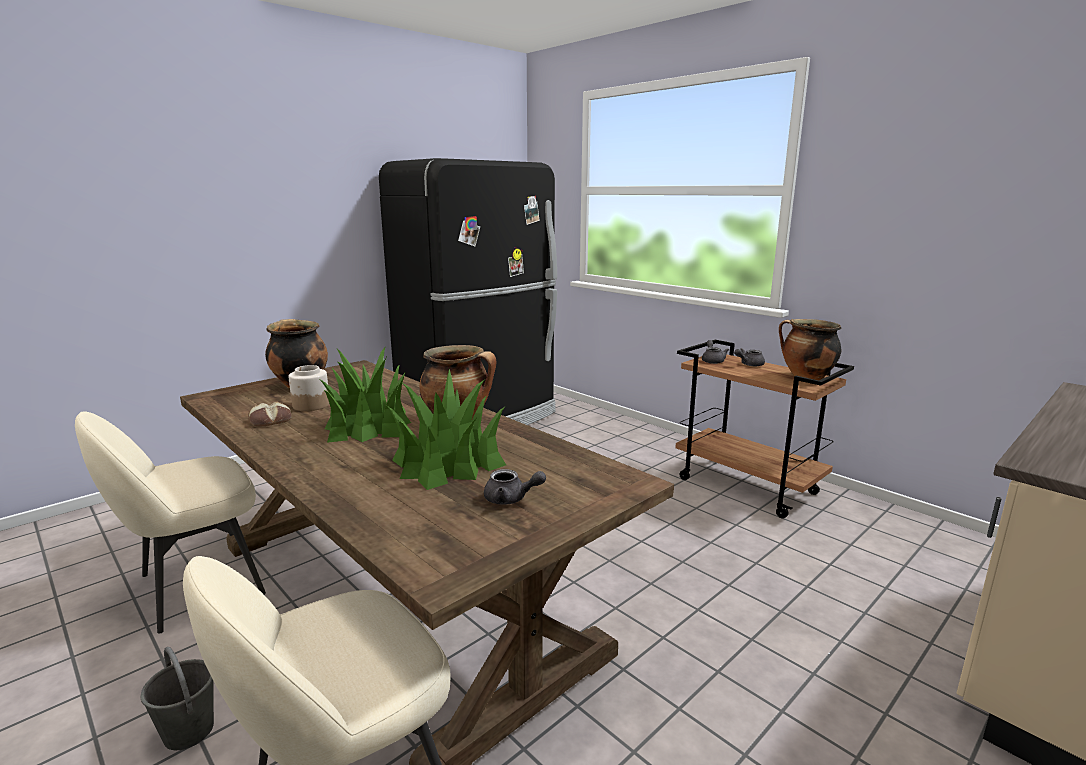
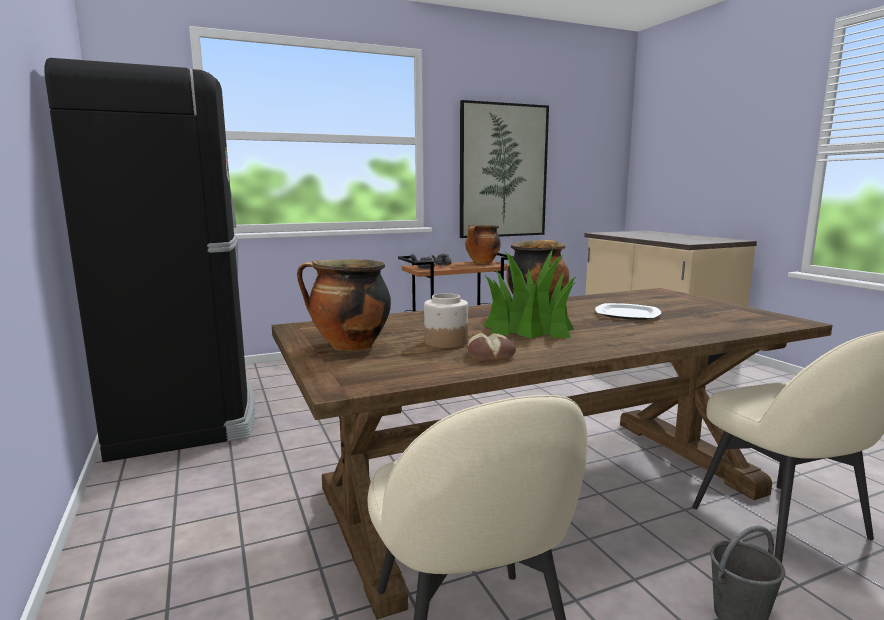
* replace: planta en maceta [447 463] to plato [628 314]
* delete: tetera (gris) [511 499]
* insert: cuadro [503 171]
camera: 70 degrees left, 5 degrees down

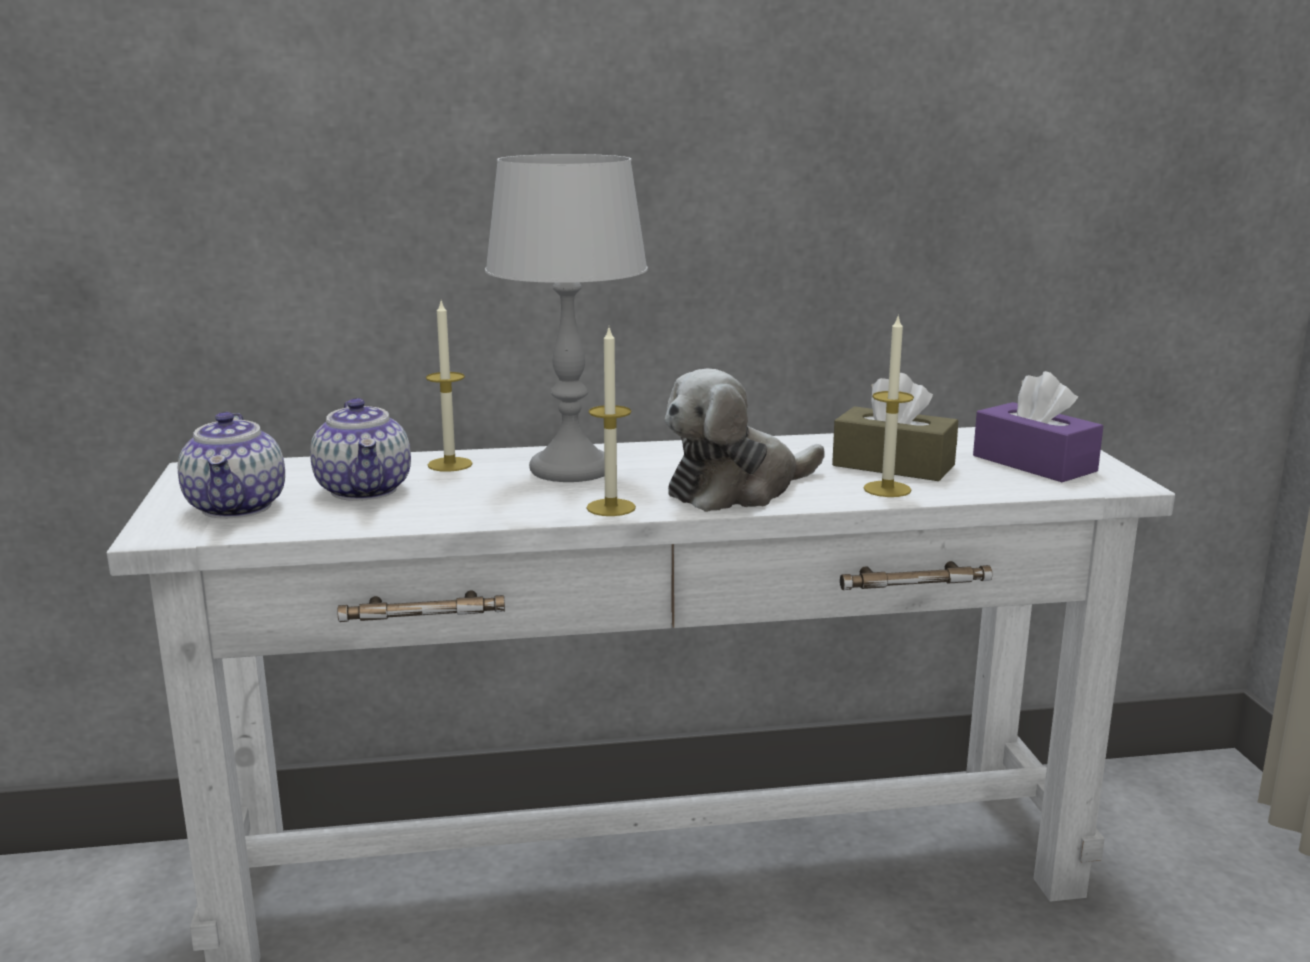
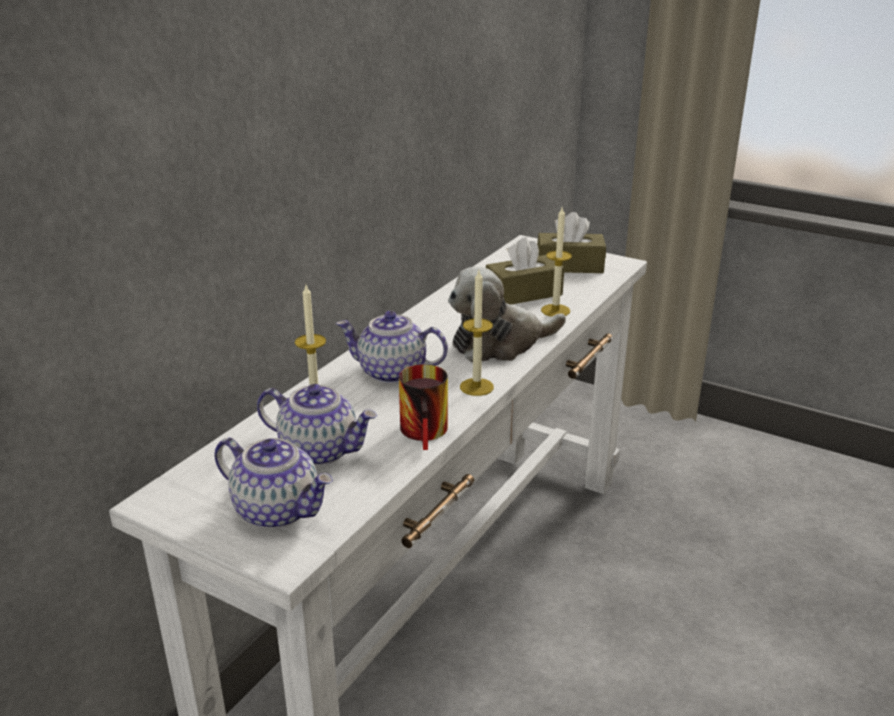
* replace: lámpara de mesa (gris) [570 470] to tetera [391 372]
* rotate: peluche [737 489] = [500 343] 60 degrees clockwise
* recolor: caja de pañuelos (morado) [1034 463] to caja de pañuelos (marrón) [569 266]
* insert: taza grande [428 432]
camera: 50 degrees left, 10 degrees up

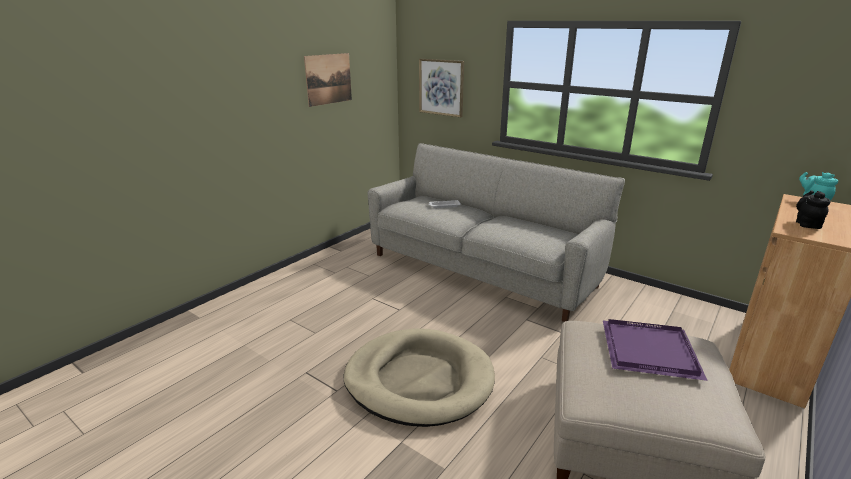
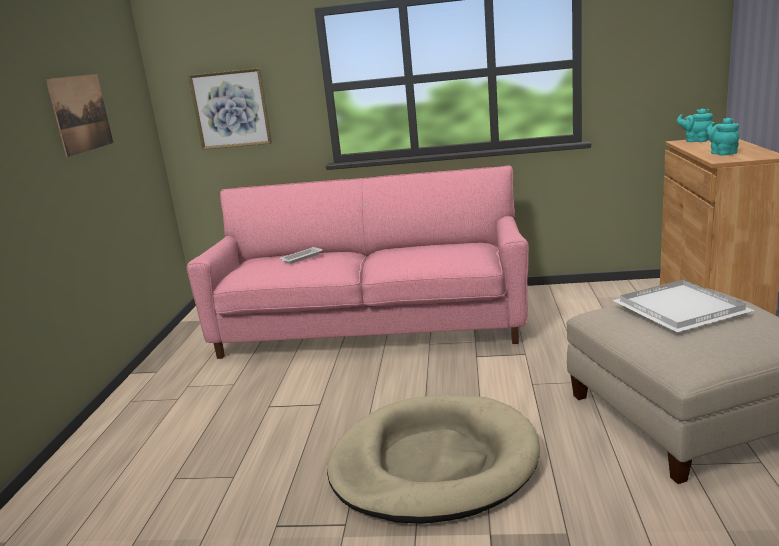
* recolor: sofá (gris) [481 269] to sofá (rosa) [370 328]
* recolor: tetera (negro) [807 224] to tetera (turquesa) [721 153]
* recolor: bandeja (morado) [647 350] to bandeja (blanco) [677 309]
camera: 30 degrees left, 5 degrees down

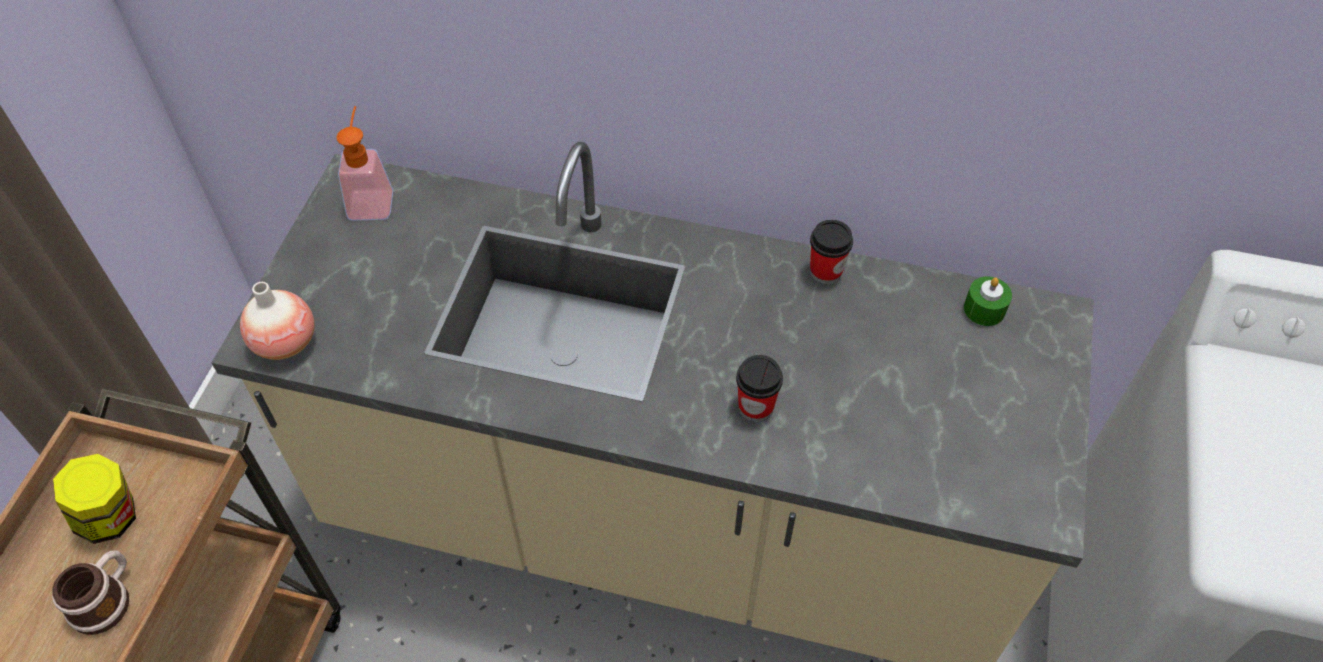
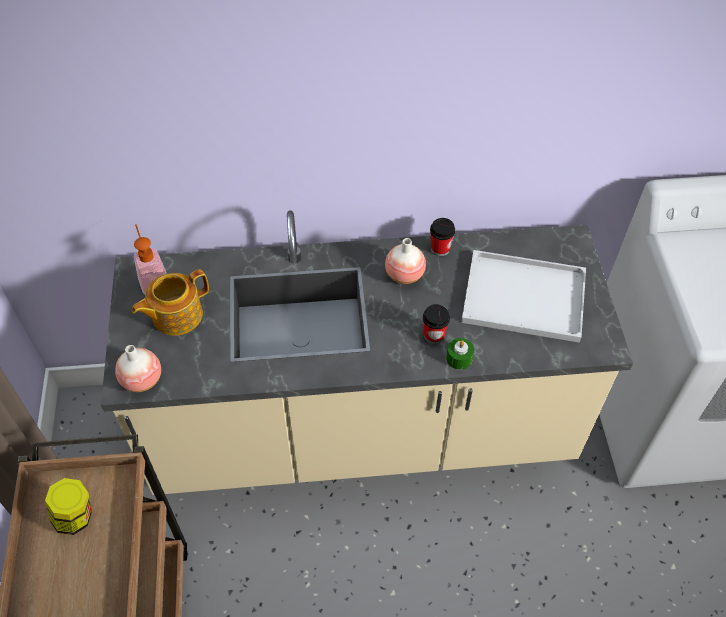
* move: vela (verde) [984 309] to [459 358]
* delete: taza grande [106 599]
* insert: florero [404 275]
* insert: bandeja (blanco) [521 298]
* insert: tetera [176 315]
camera: 20 degrees left, 0 degrees up

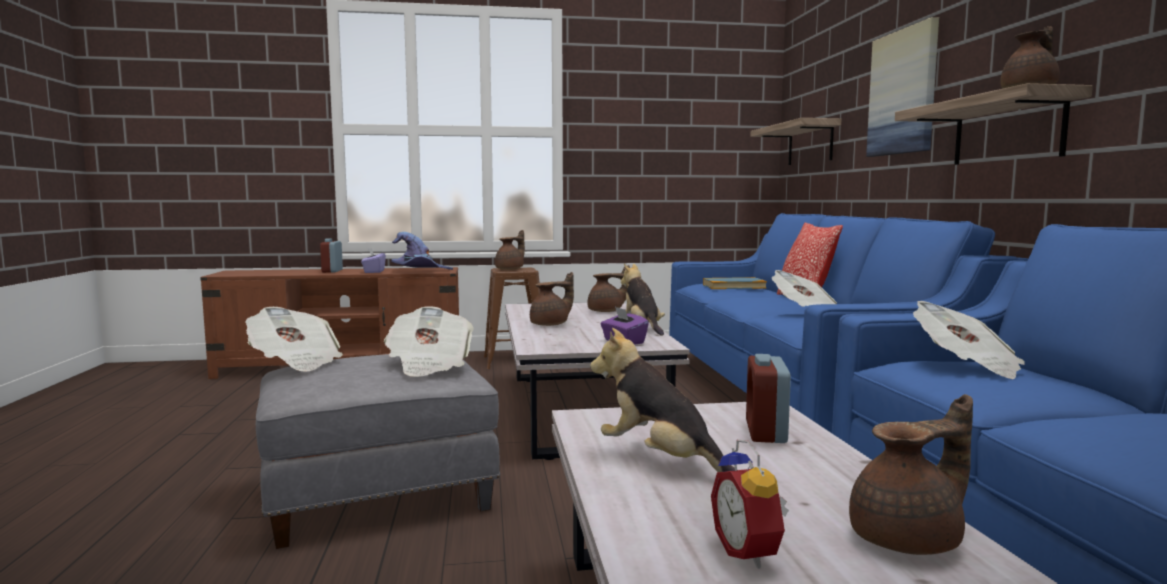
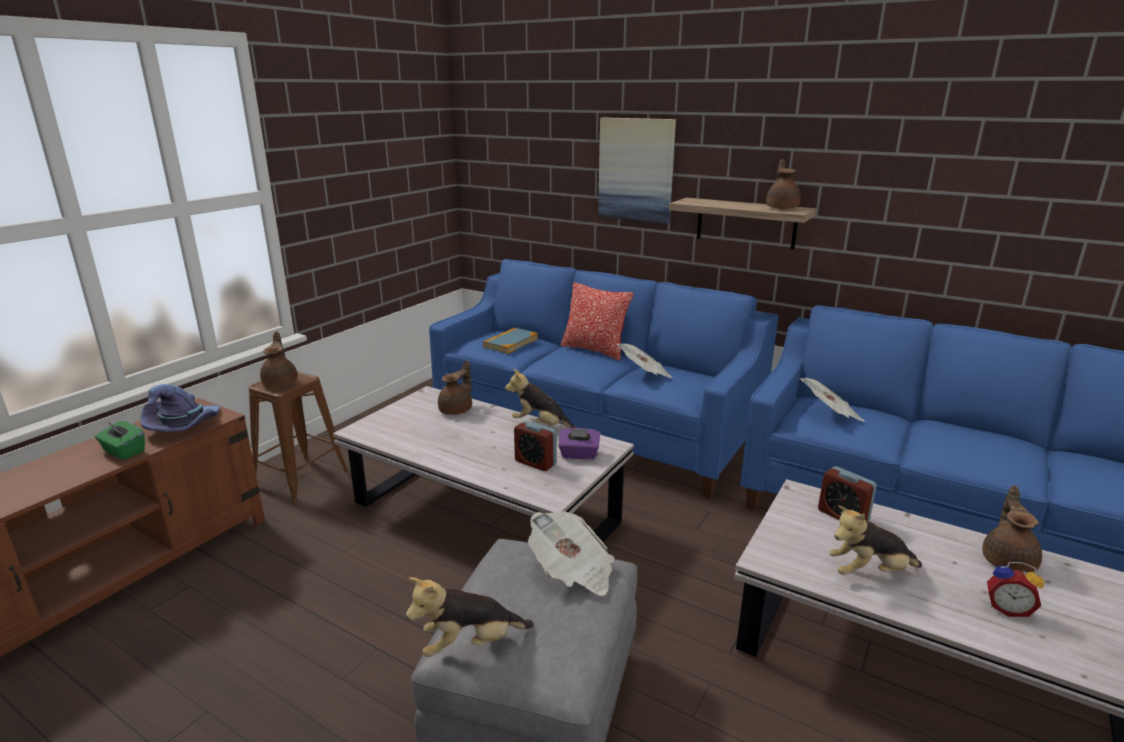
* delete: estante [810 144]
* move: despertador [332 271] to [535 462]
* recolor: caja de pañuelos (morado) [374 272] to caja de pañuelos (verde) [123 452]
* delete: tetera (marrón) [551 324]
* replace: periódico [296 362] to peluche [470 644]
camera: 50 degrees left, 15 degrees up

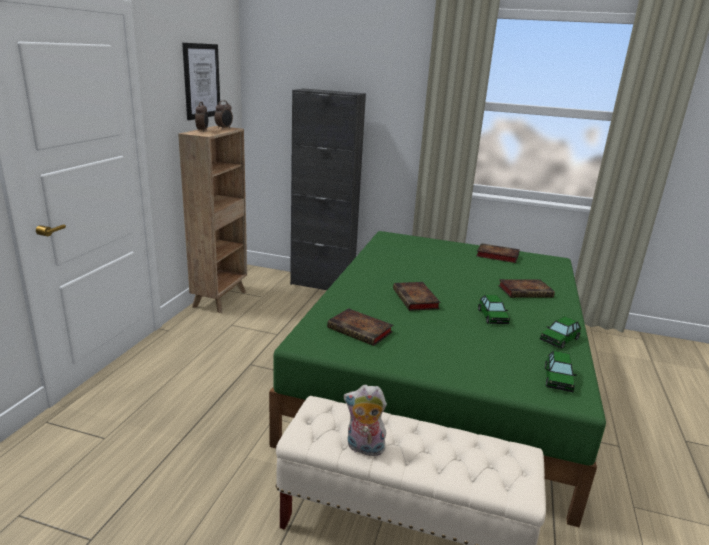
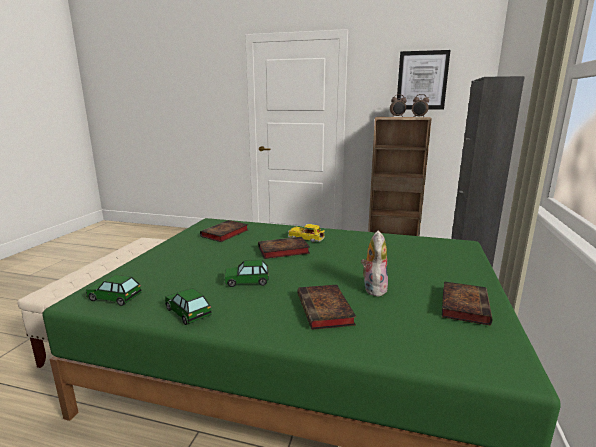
* move: peluche [364 448] to [373 288]
* insert: coche de juguete [306 238]
camera: 90 degrees right, 5 degrees down

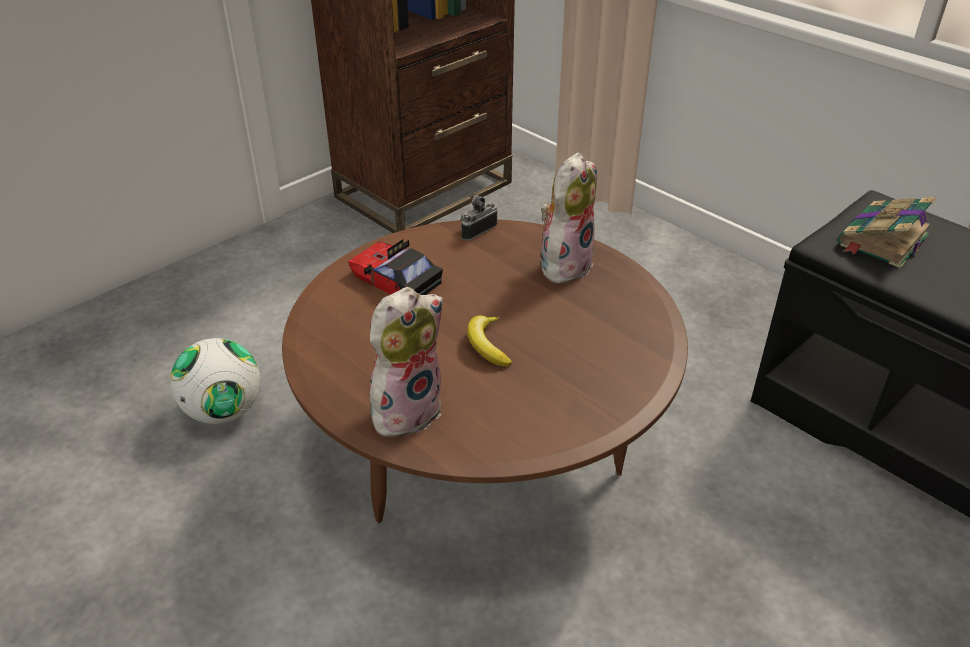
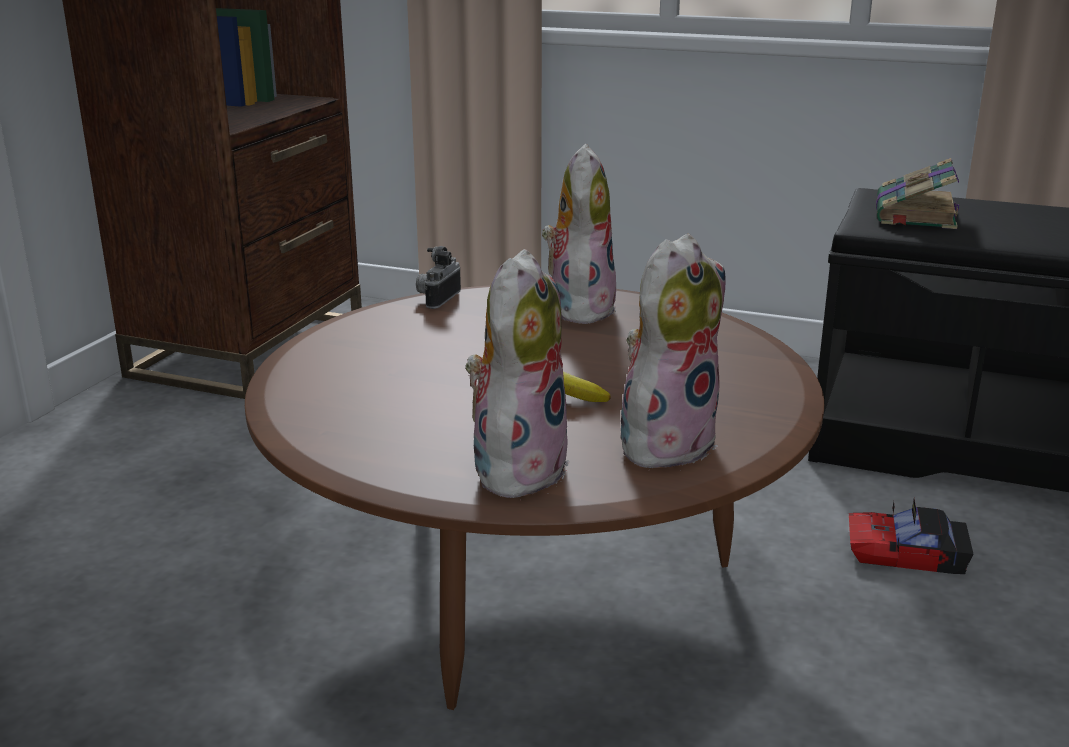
* move: coche de juguete [396 279] to [906 552]
* delete: balón de fútbol [224 411]
* insert: peluche [665 442]
camera: 25 degrees left, 15 degrees down

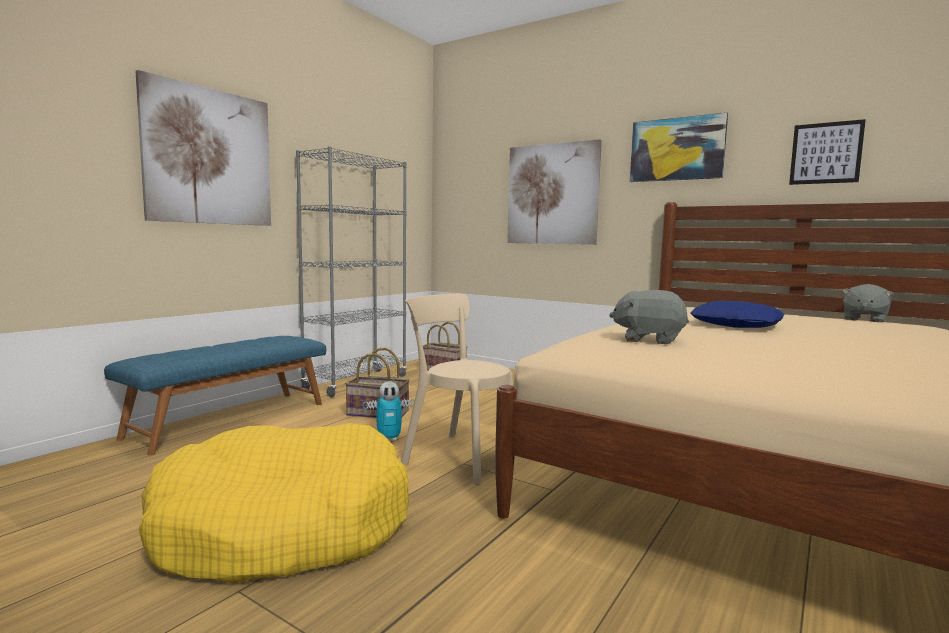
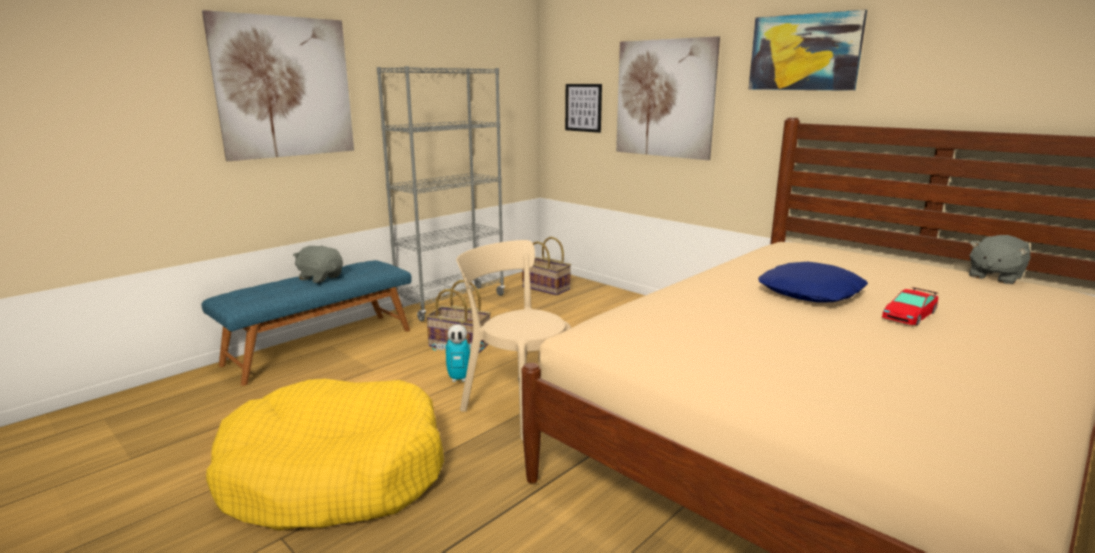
* move: cuadro [826 153] to [583 107]
* move: peluche (gris) [648 340] to [320 278]
* insert: coche de juguete [908 315]
camera: 10 degrees right, 10 degrees up

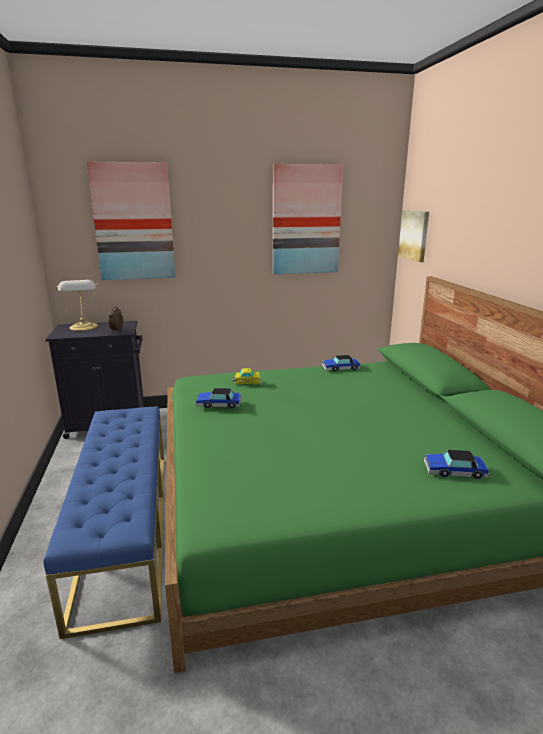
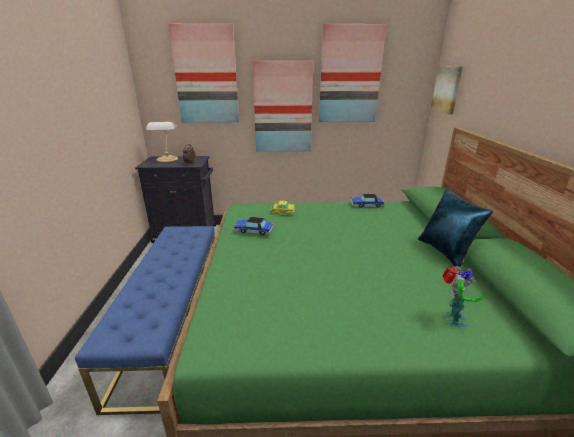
* replace: coche de juguete [454 471] to robot de juguete [452 320]
* insert: cuadro [283 108]
* insert: cojín (azul) [445 252]
camera: 10 degrees right, 5 degrees up

